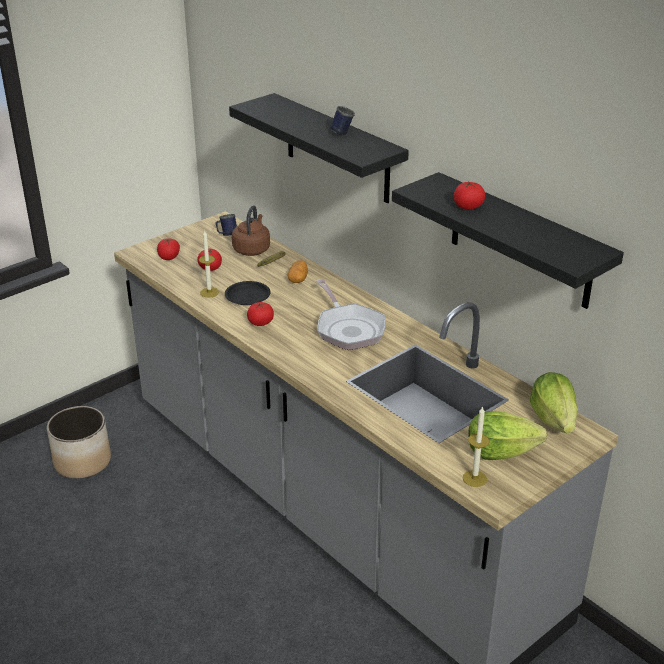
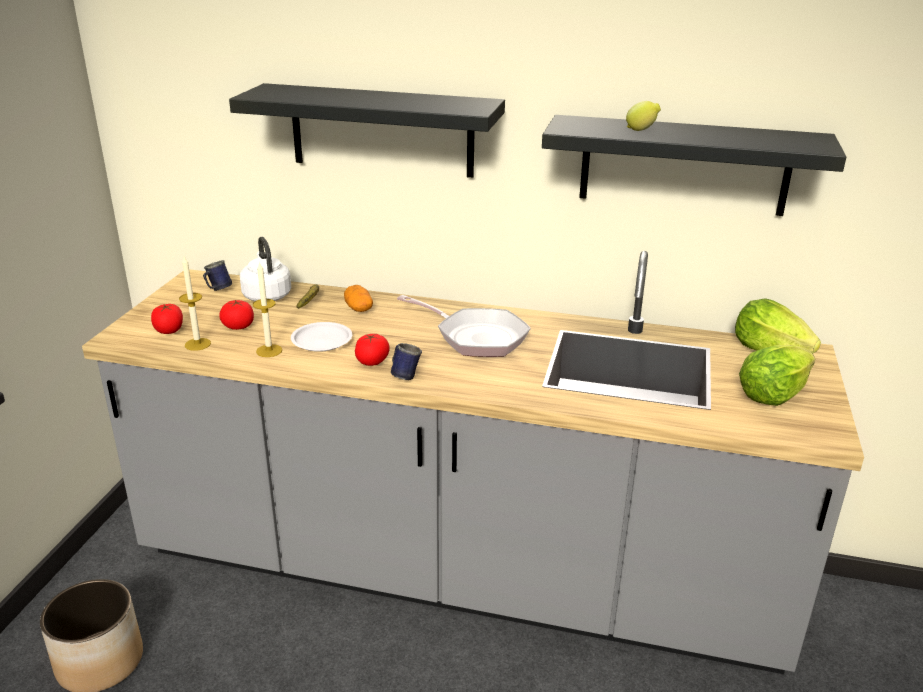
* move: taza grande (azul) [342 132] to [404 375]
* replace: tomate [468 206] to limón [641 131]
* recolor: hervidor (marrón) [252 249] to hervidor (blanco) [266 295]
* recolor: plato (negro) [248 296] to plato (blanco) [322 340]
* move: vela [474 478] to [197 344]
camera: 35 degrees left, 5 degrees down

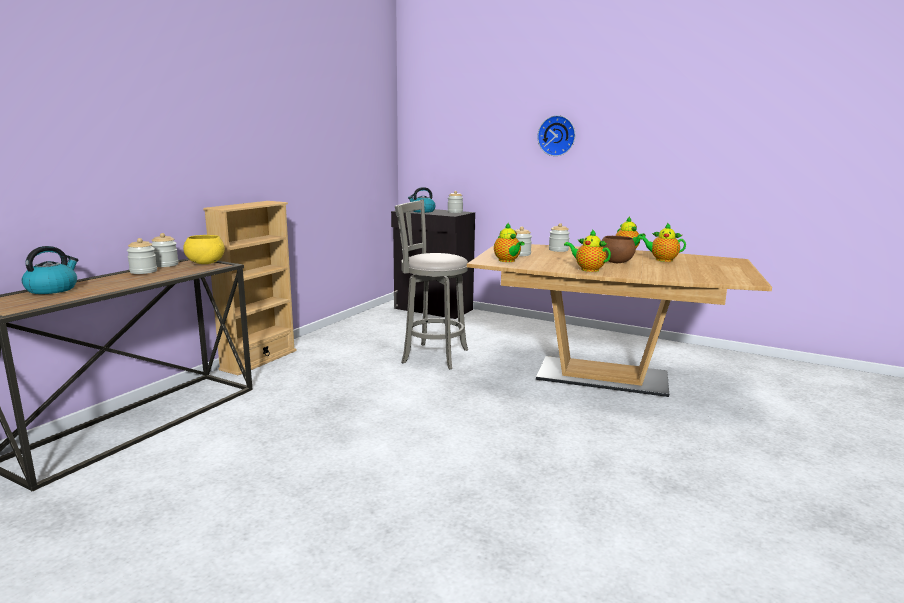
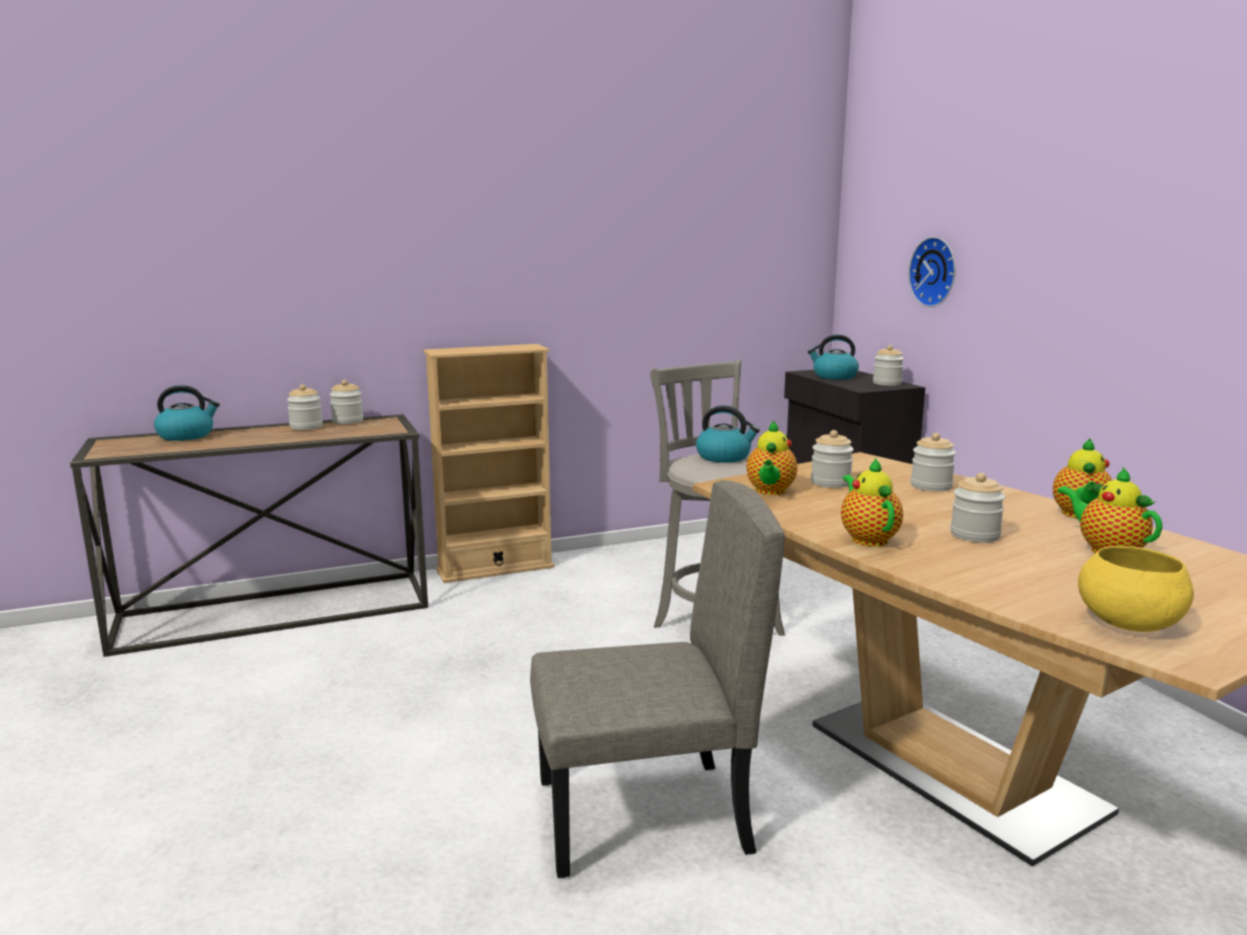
* move: reloj de pared [557 136] to [936 272]
* move: cuenco (amarillo) [205 263] to [1128 624]
* replace: cuenco (marrón) [615 262] to tarro [974 535]
* insert: hervidor [724 457]
* insert: silla (beis) [643 817]
camera: 40 degrees right, 0 degrees up

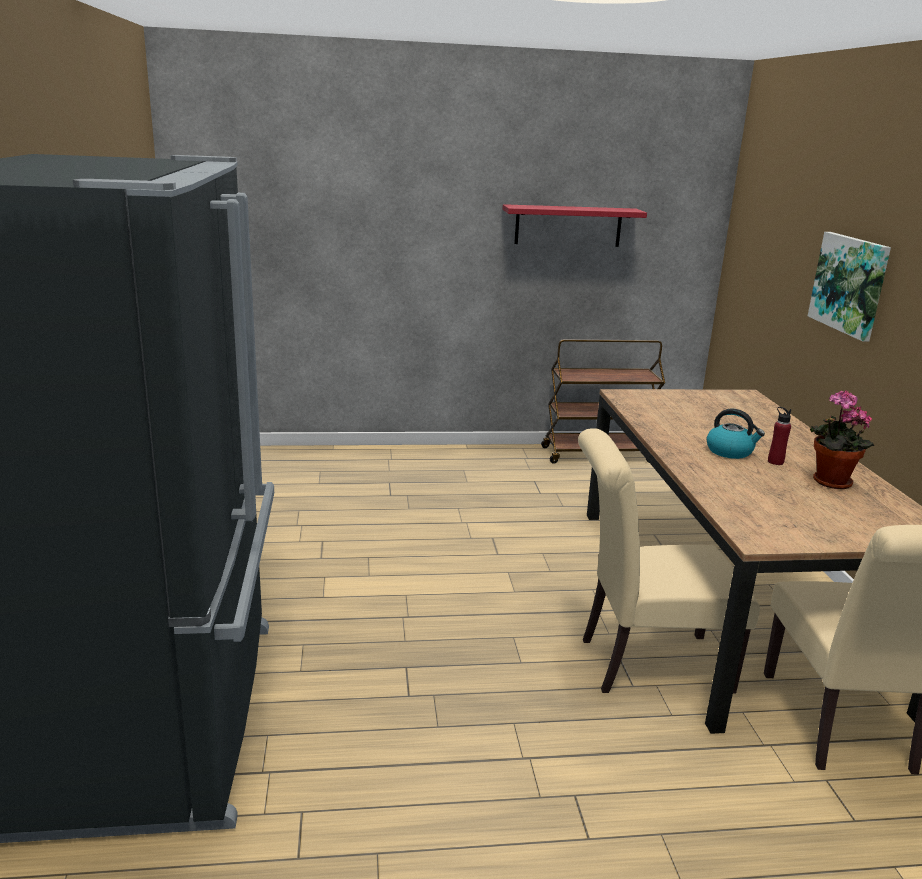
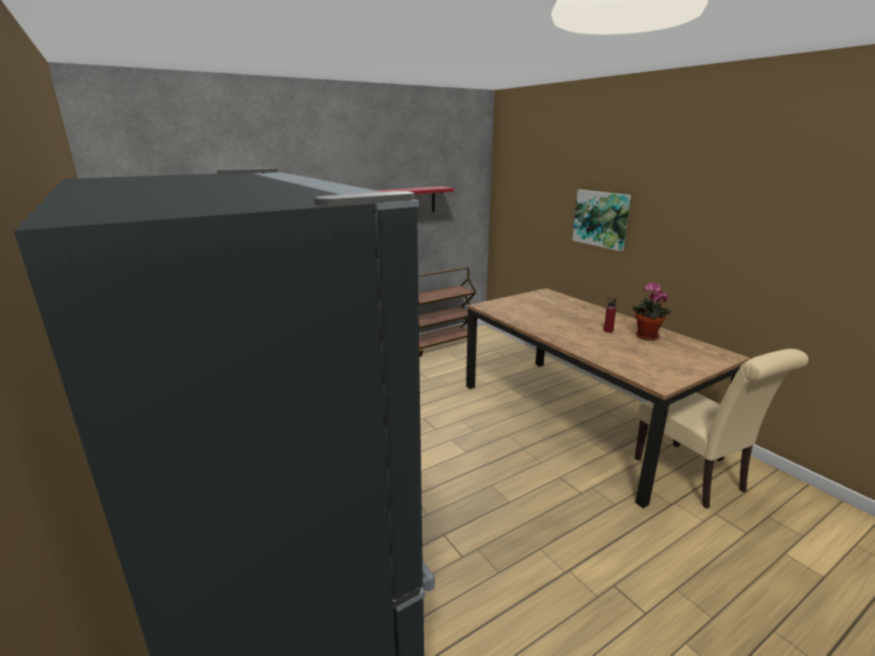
* delete: hervidor [730 451]
* delete: silla (beis) [644 663]
camera: 25 degrees left, 0 degrees up

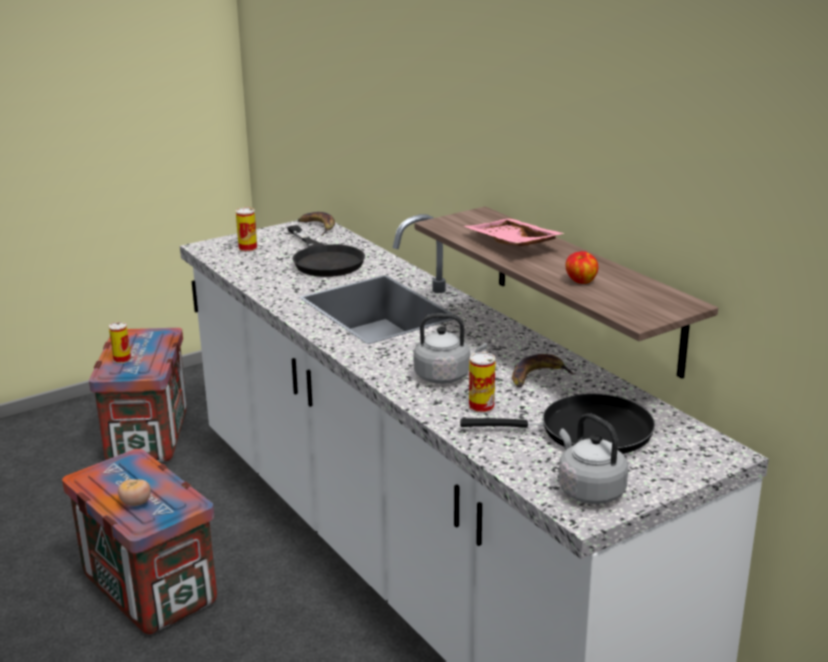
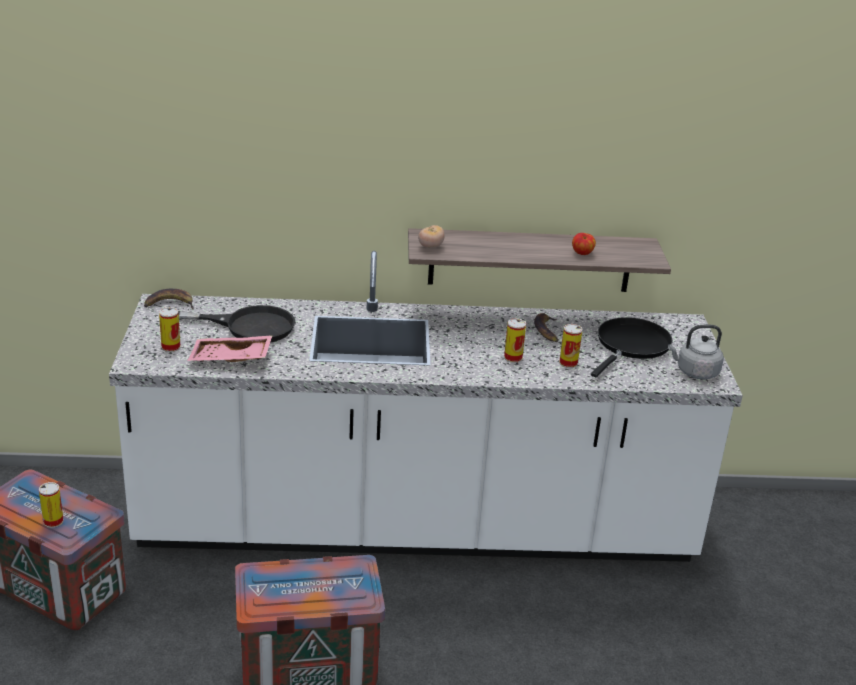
* move: bandeja (rosa) [510 244] to [230 359]
* replace: hervidor (gris) [445 376] to lata [513 358]
* move: tomate [136 503] to [430 247]
camera: 60 degrees left, 5 degrees up

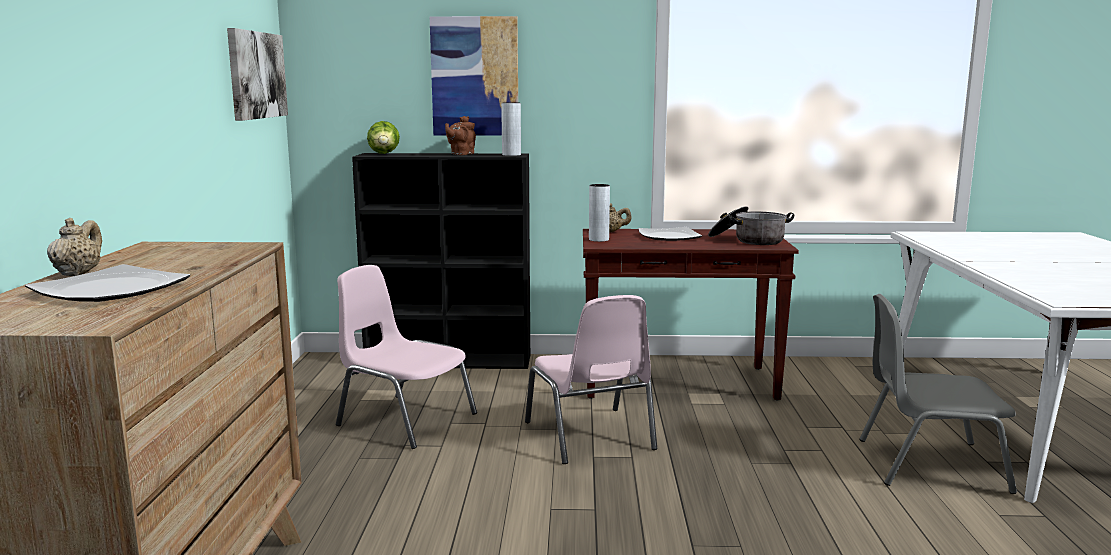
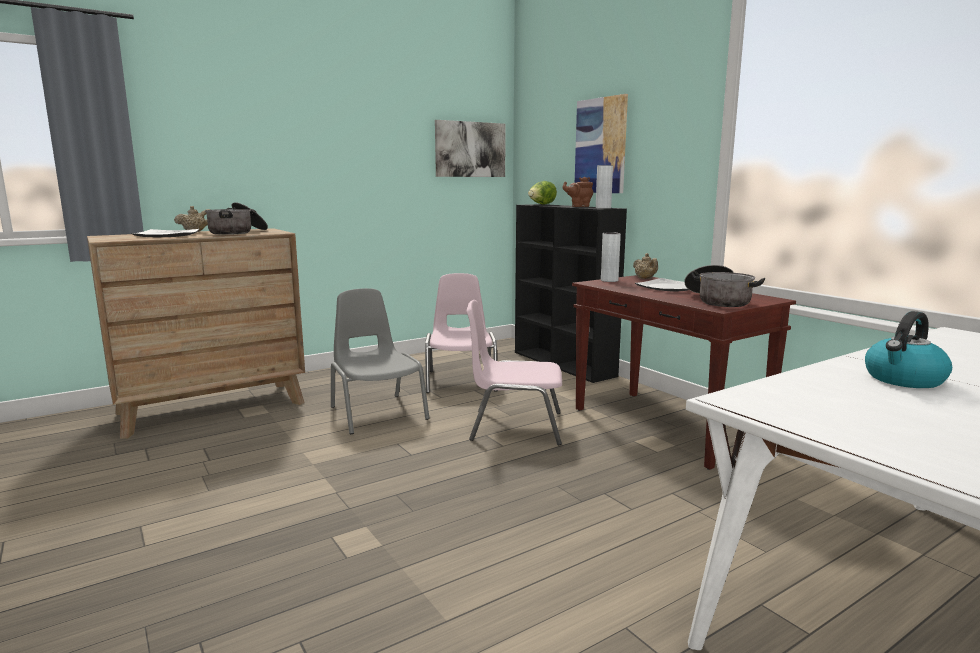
* move: silla (gris) [928 464] to [377 412]
* rotate: silla (rosa) [590 436] = [515 426] 60 degrees clockwise
* insert: olla [238 232]
* insert: hervidor [904 380]
camera: 55 degrees right, 0 degrees up

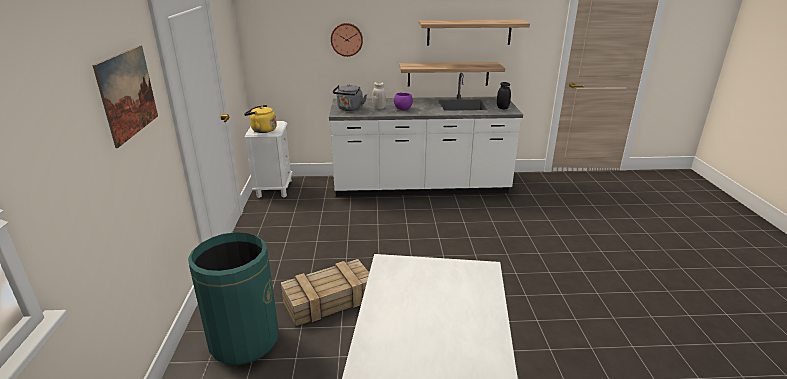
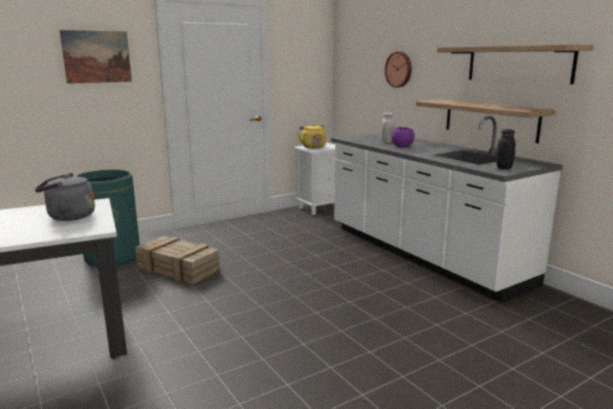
* move: hervidor (gris) [349 109] to [68 217]
camera: 60 degrees right, 10 degrees down

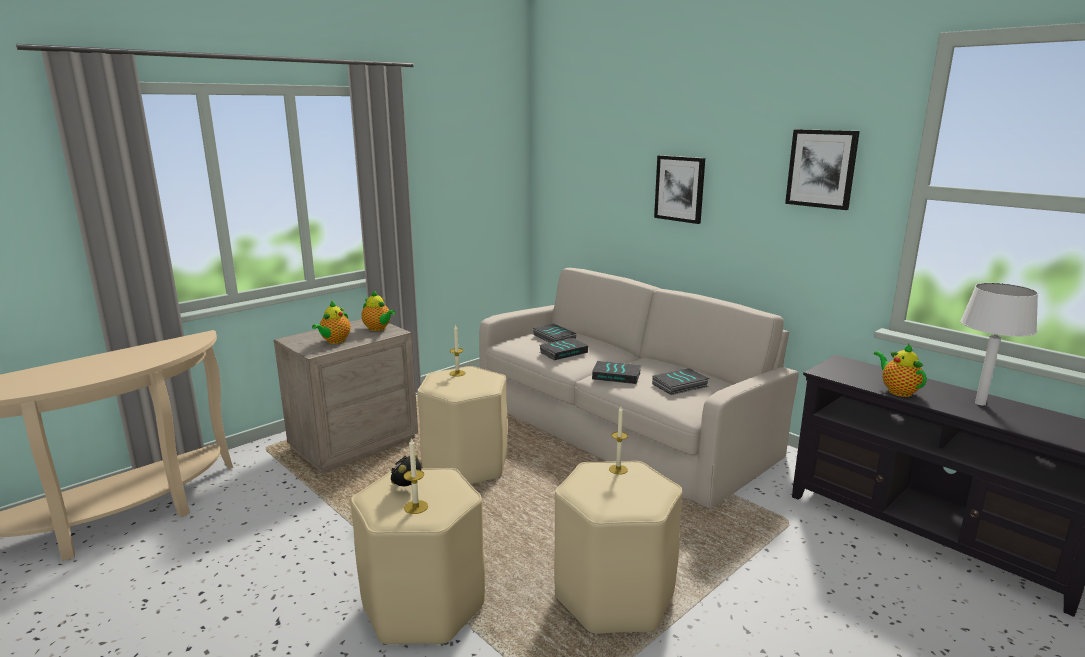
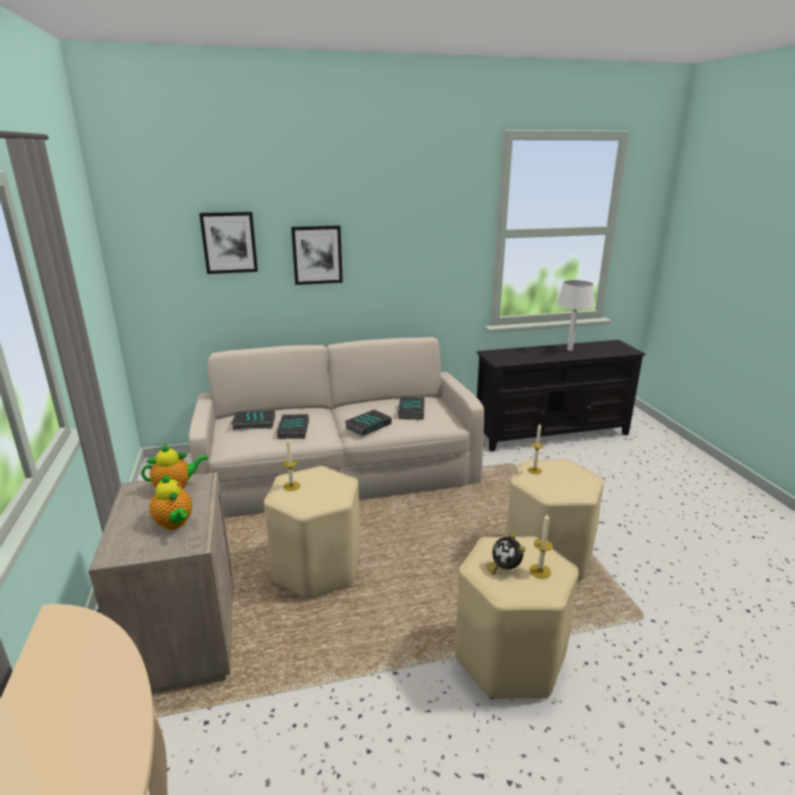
* move: cuadro [821 168] to [229 242]
* delete: tetera [897 391]
camera: 60 degrees left, 5 degrees up

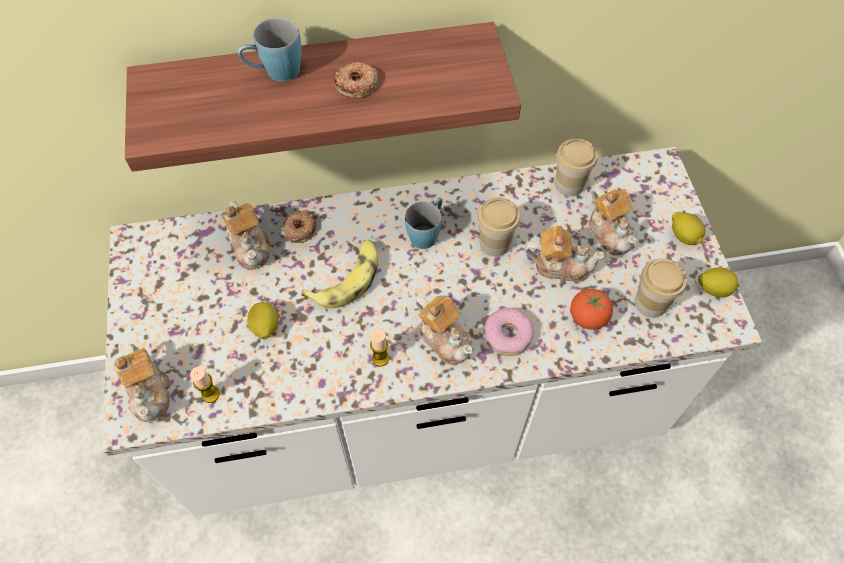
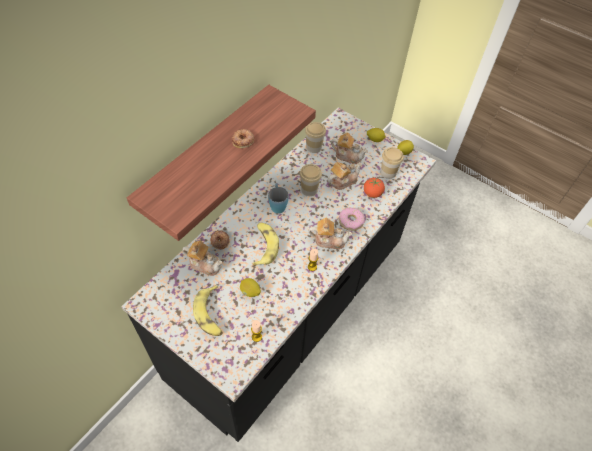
* delete: taza grande (azul) [275 73]
* recolor: mueble bajo de cocina (blanco) [422 409] to mueble bajo de cocina (negro) [290 311]
* delete: tetera [150 392]
* insert: plátano [210 315]
camera: 45 degrees left, 5 degrees down

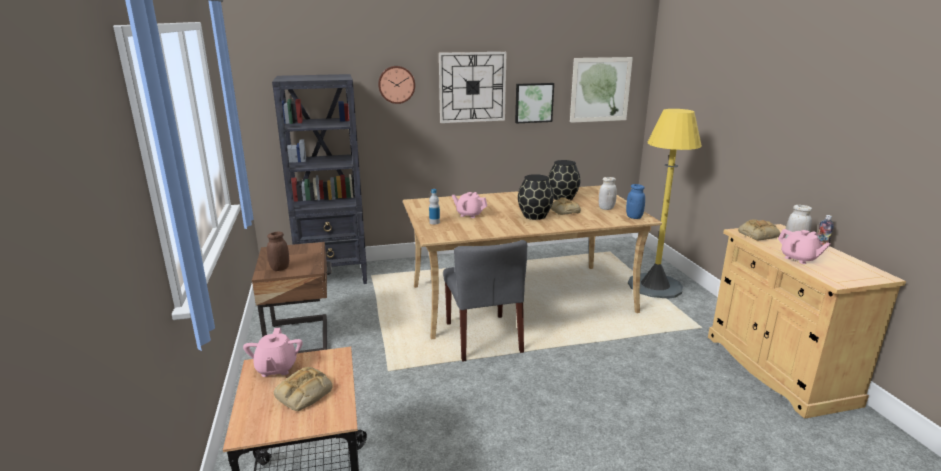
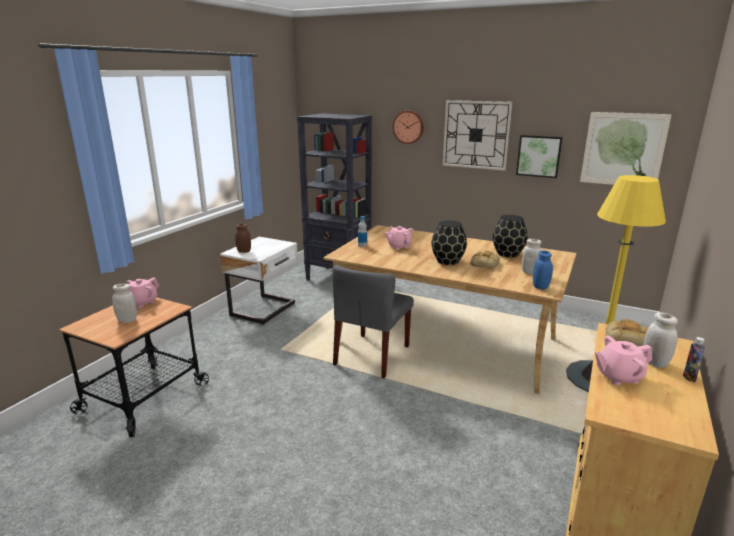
* rotate: tetera (rosa) [799 258] = [618 376] 75 degrees clockwise
* recolor: mesita de noche (marrón) [301 339] to mesita de noche (blanco) [265 310]
* replace: pan [303 394] to tarro (blanco) [127 320]
camera: 40 degrees right, 0 degrees up

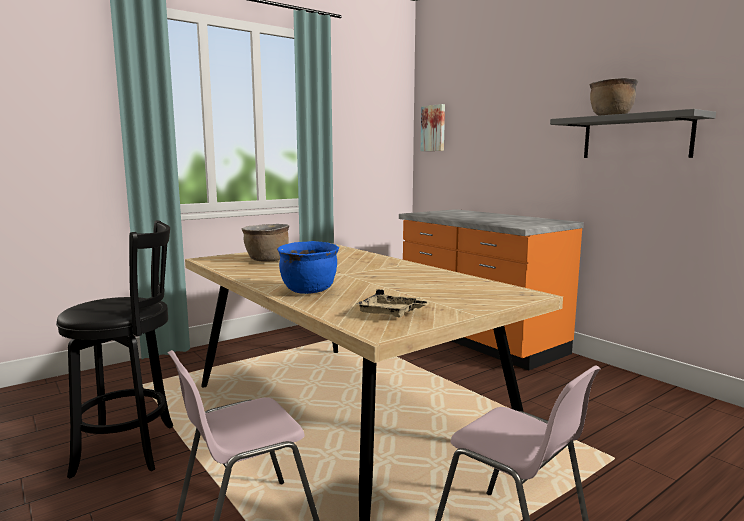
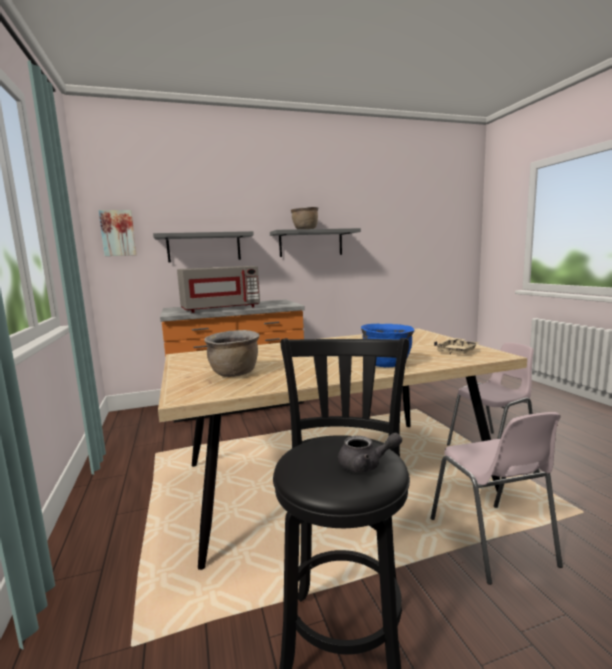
* insert: estante (gris) [204 247]
* insert: microondas (gris) [220 309]
* insert: tetera (gris) [366 465]
camera: 70 degrees left, 0 degrees up

